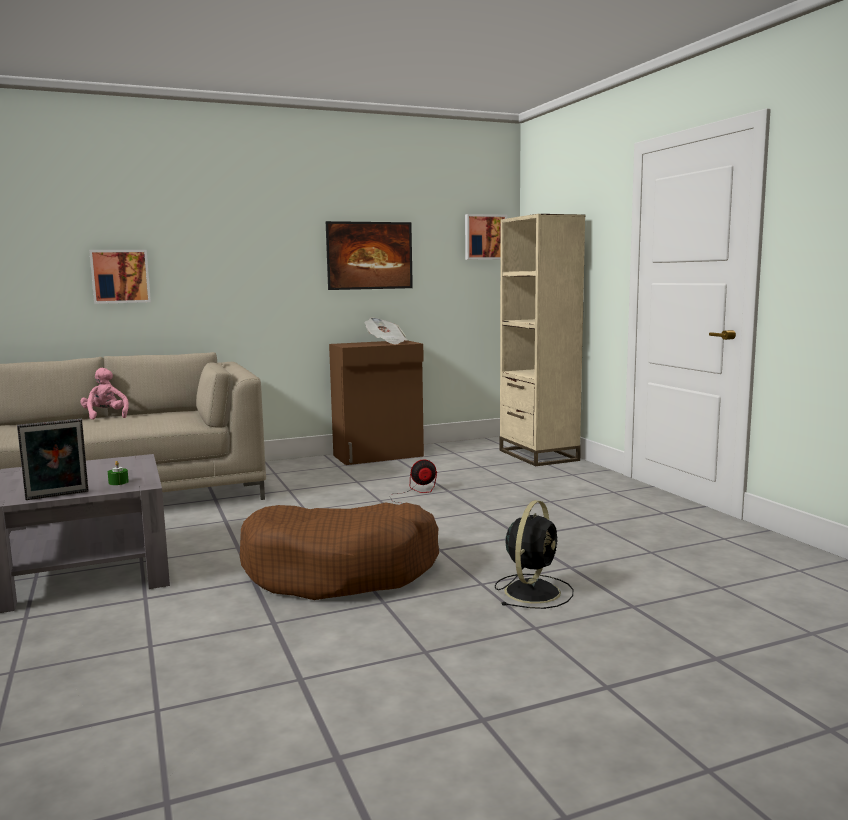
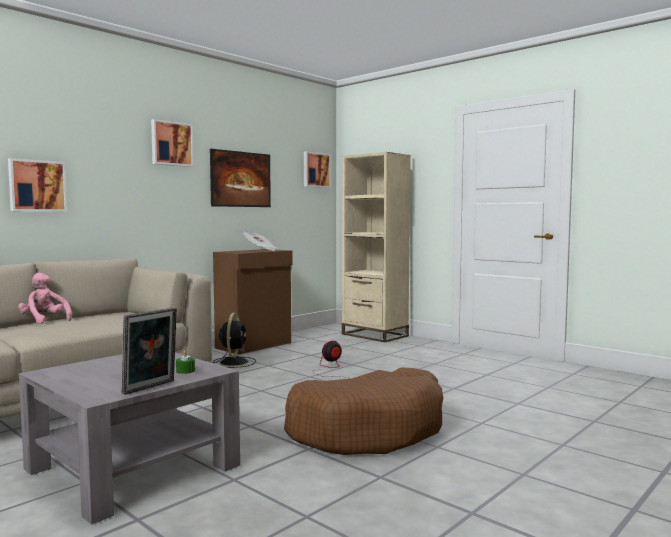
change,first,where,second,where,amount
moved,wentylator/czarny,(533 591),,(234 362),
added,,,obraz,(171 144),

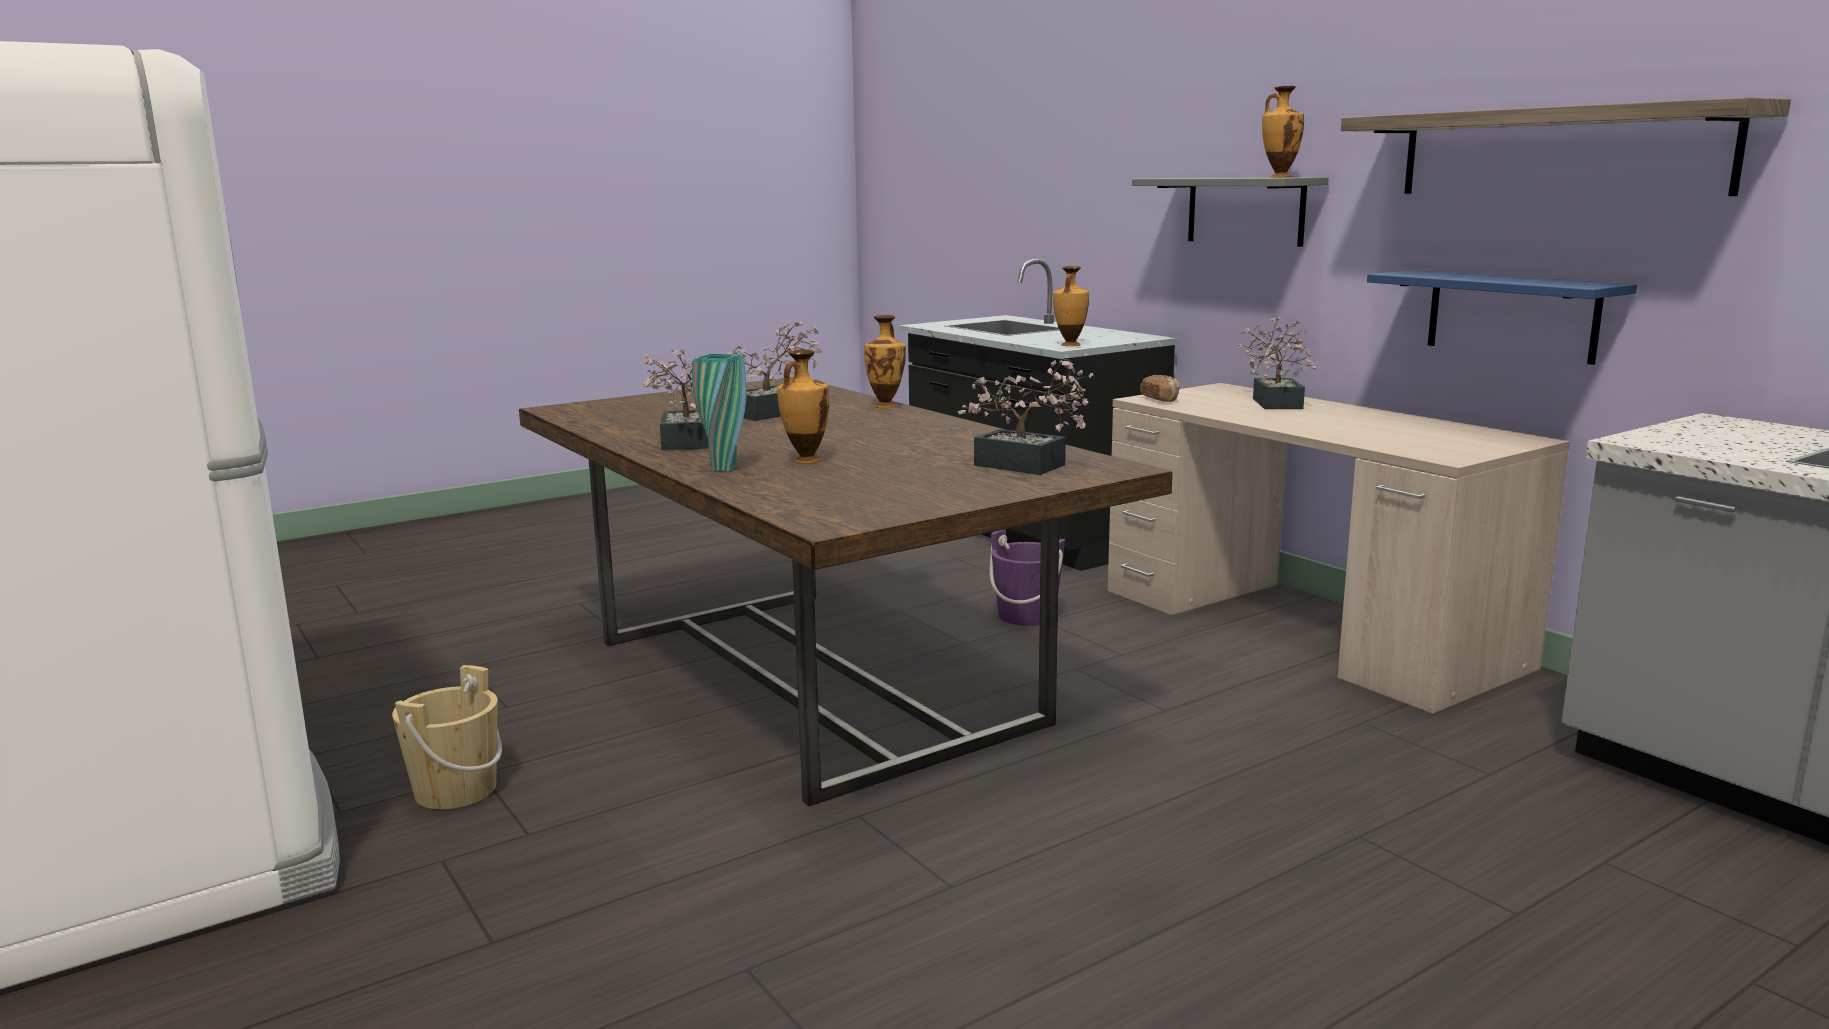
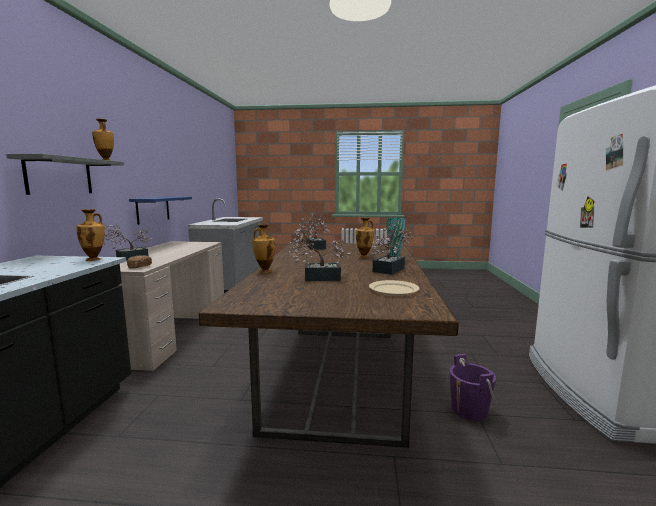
change,first,where,second,where,amount
removed,półka,(1558 152),,,
moved,wiadro/fioletowy,(1026 616),,(469 410),
removed,wiadro/beżowy,(455 790),,,
added,,,talerz/beżowy,(394 290),

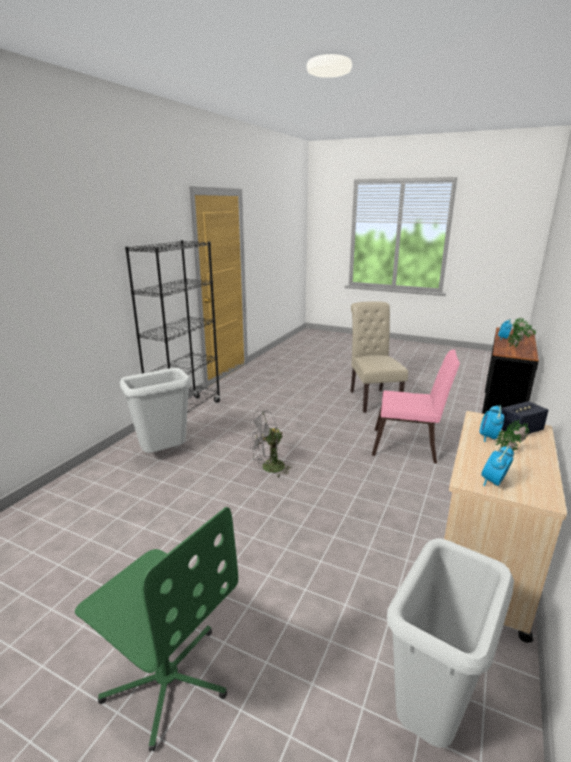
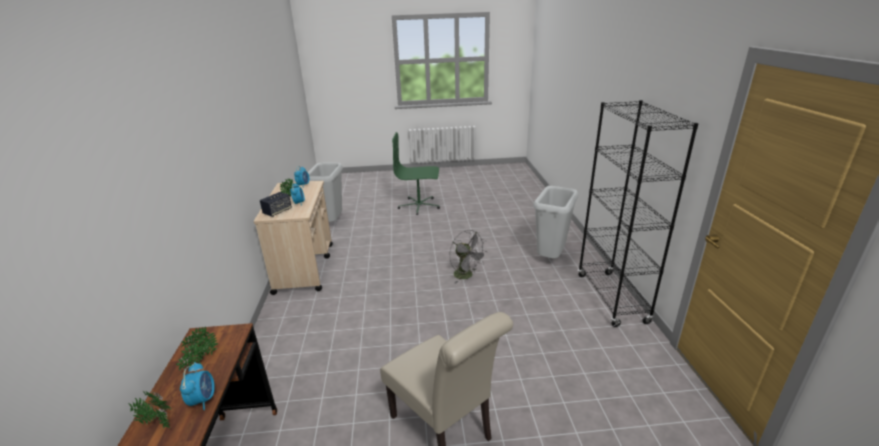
change,first,where,second,where,amount
removed,krzesło/różowy,(409 446),,,
turned,wentylator/szary,(268 468),,(466 276),105 degrees clockwise

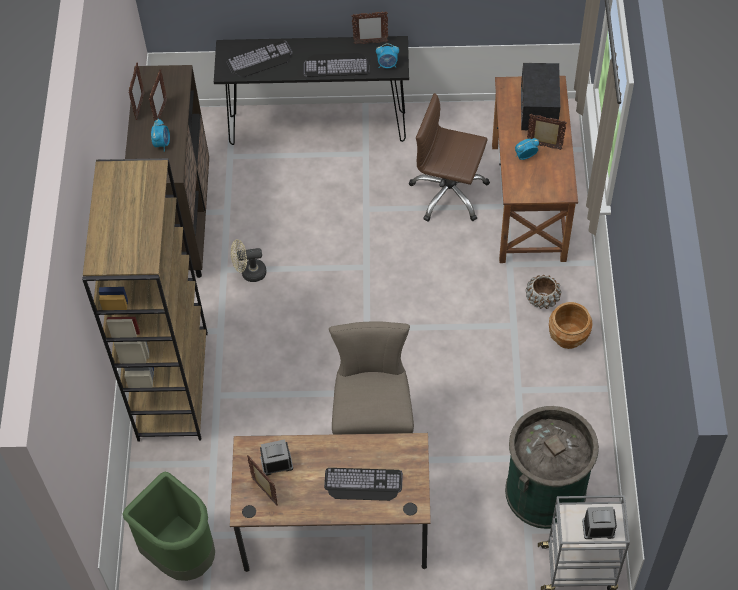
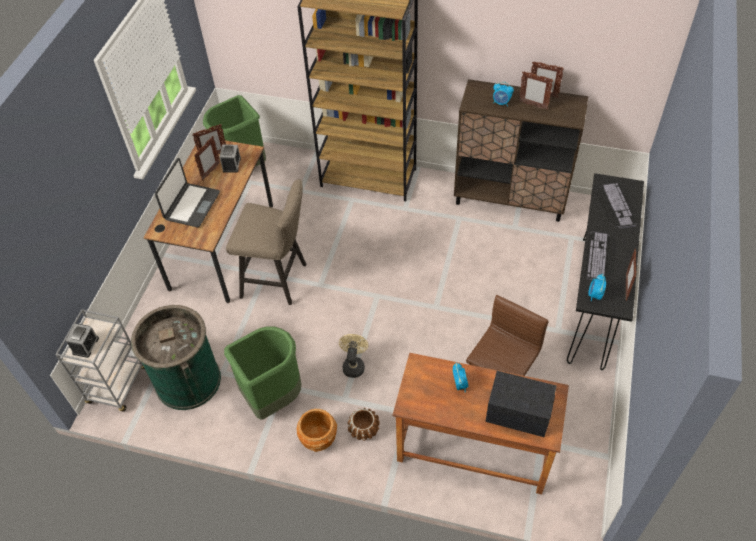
change,first,where,second,where,amount
moved,ramka na zdjęcie,(544 146),,(210 172),
moved,wentylator/beżowy,(249 273),,(354 364),
replaced,klawiatura,(362 485),laptop,(191 206),
added,,,kosz na śmieci/zielony,(272 398),

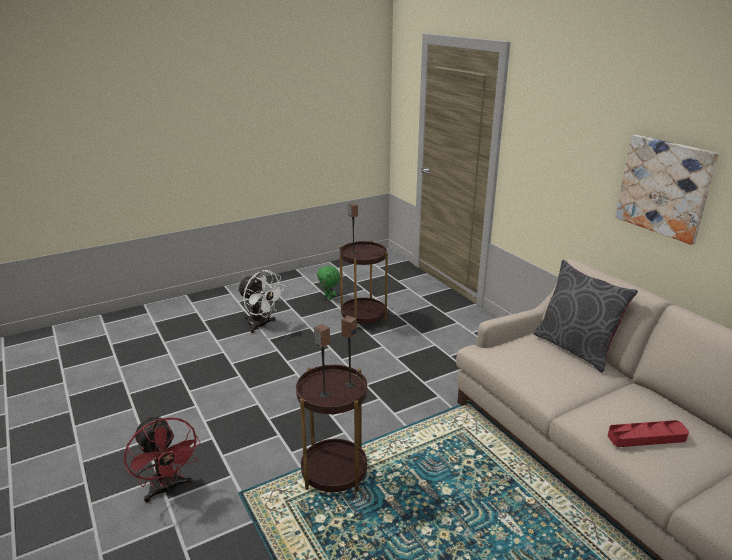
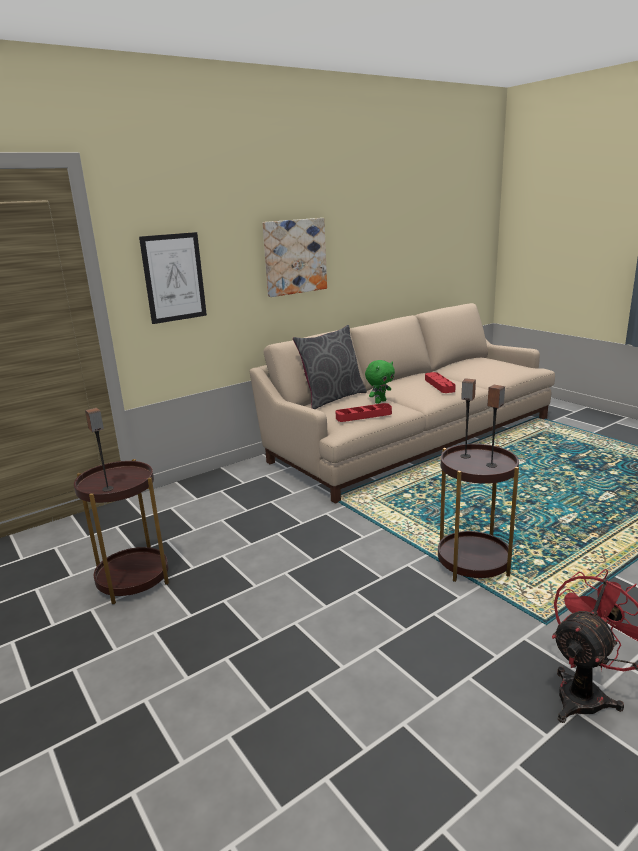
change,first,where,second,where,amount
moved,pluszak/zielony,(329 297),,(380 401),
removed,wentylator/biały,(261 325),,,
added,,,obraz,(174 277),
added,,,taca/czerwony,(363 415),

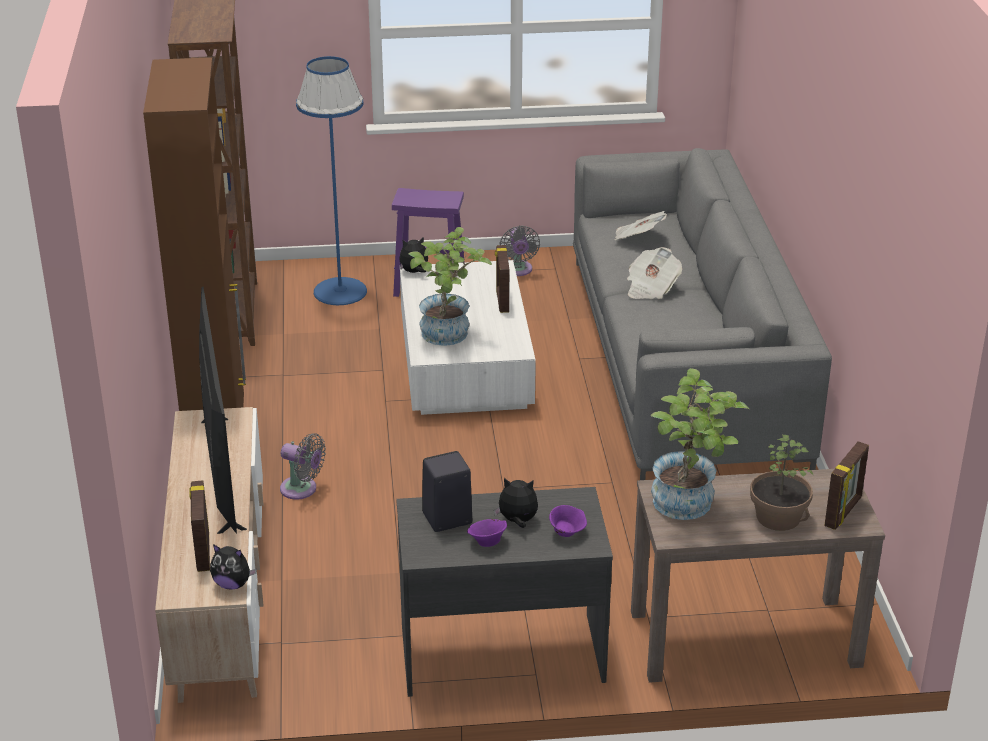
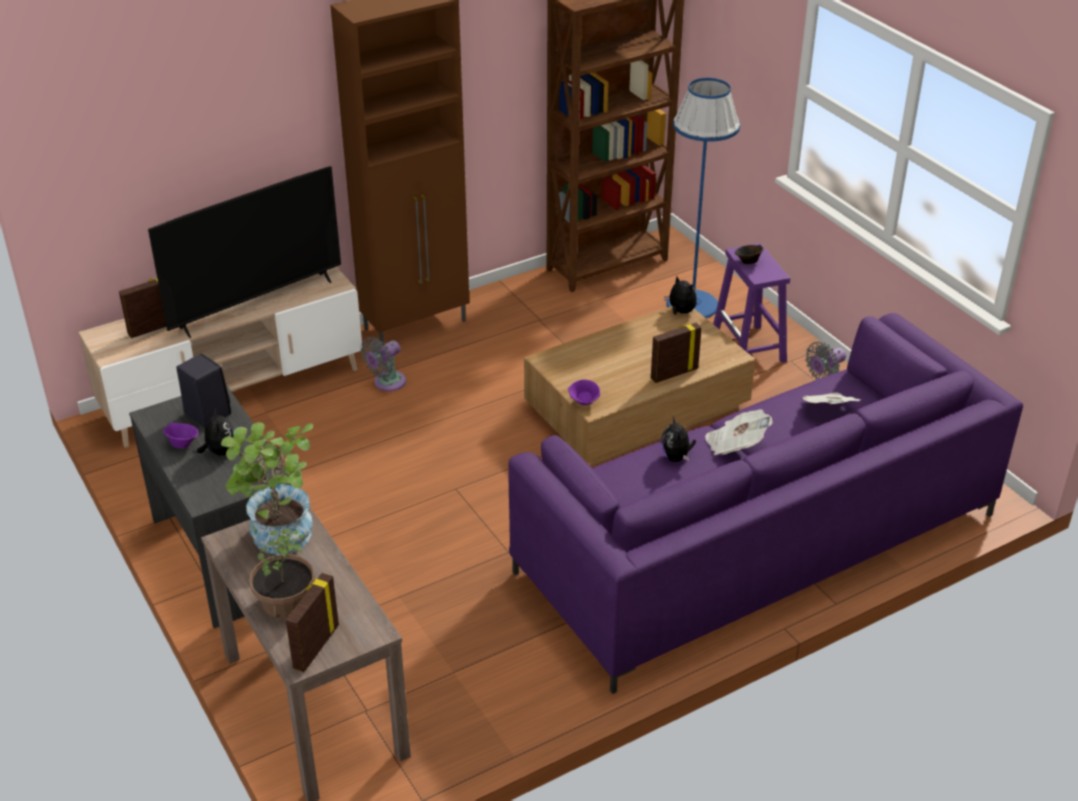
change,first,where,second,where,amount
recoloured,kanapa/szary,(683 360),kanapa/fioletowy,(756 543),
removed,roślina doniczkowa,(448 336),,,
recoloured,ława/biały,(465 363),ława/brązowy,(636 407),
turned,wentylator/szary,(302 489),,(387 383),45 degrees clockwise
turned,ramka na zdjęcie,(844 512),,(315 646),105 degrees clockwise
moved,miska/fioletowy,(567 532),,(584 402),
moved,pluszak,(232 584),,(676 457),
added,,,miska/brązowy,(747 262),

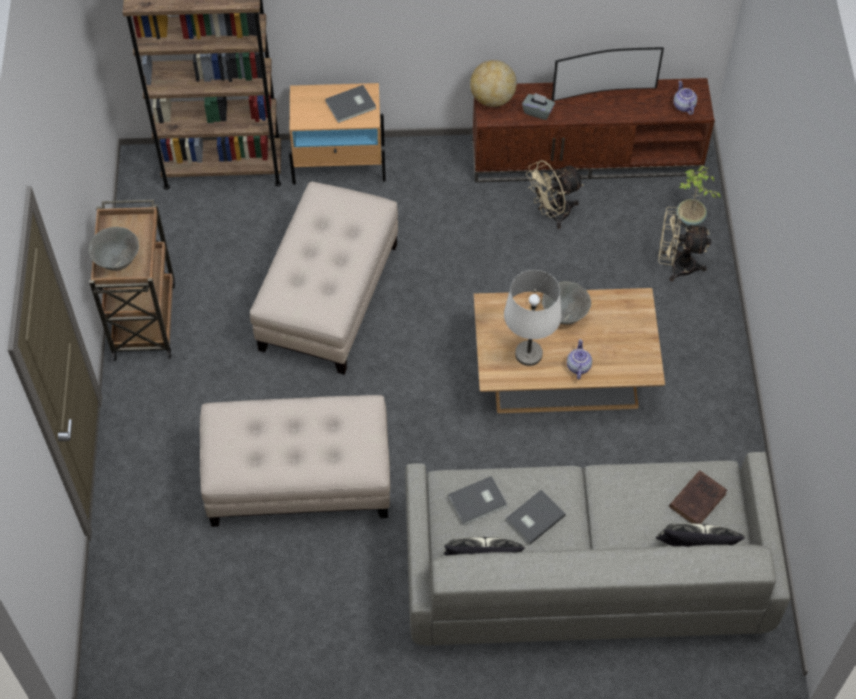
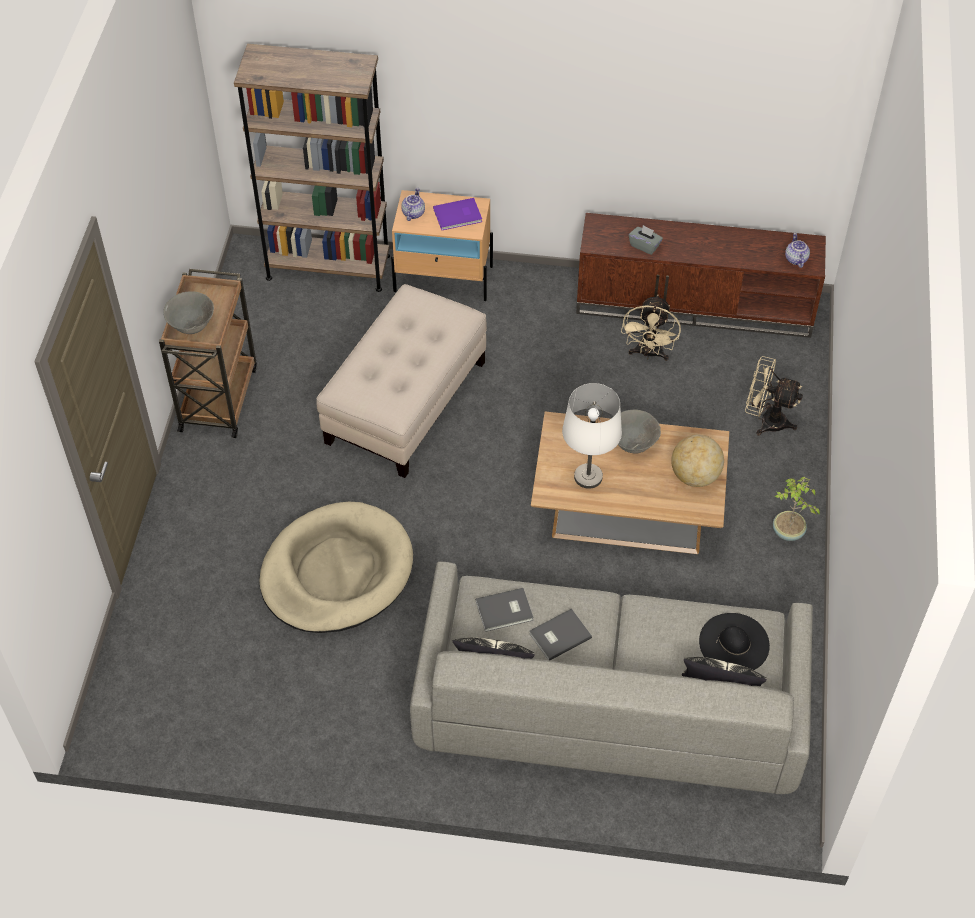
change,first,where,second,where,amount
removed,telewizor,(603 91),,,
moved,globus,(492 98),,(694 476),
recoloured,książka/szary,(352 105),książka/fioletowy,(458 216),
turned,wentylator/beżowy,(552 213),,(648 354),60 degrees counterclockwise
moved,roślina doniczkowa,(690 219),,(787 532),
moved,imbryk,(577 366),,(413 213),
replaced,pufa/beżowy,(298 480),legowisko/beżowy,(337 572),
replaced,książka/brązowy,(698 499),kapelusz/czarny,(734 643),

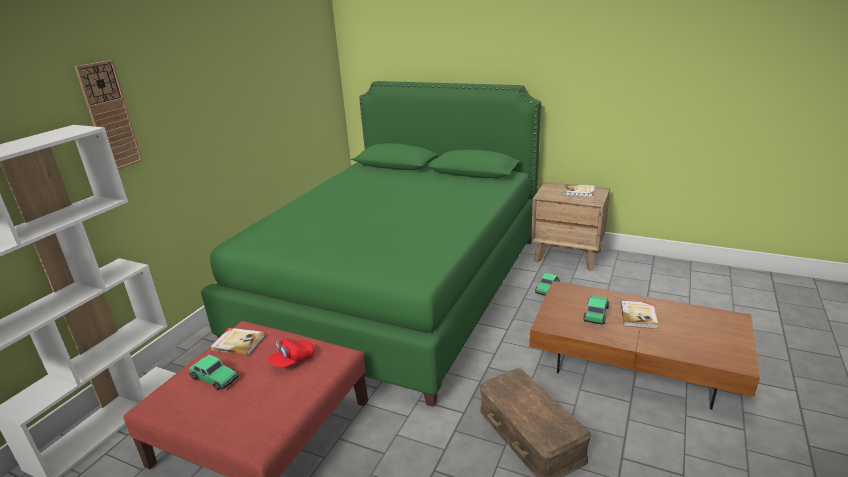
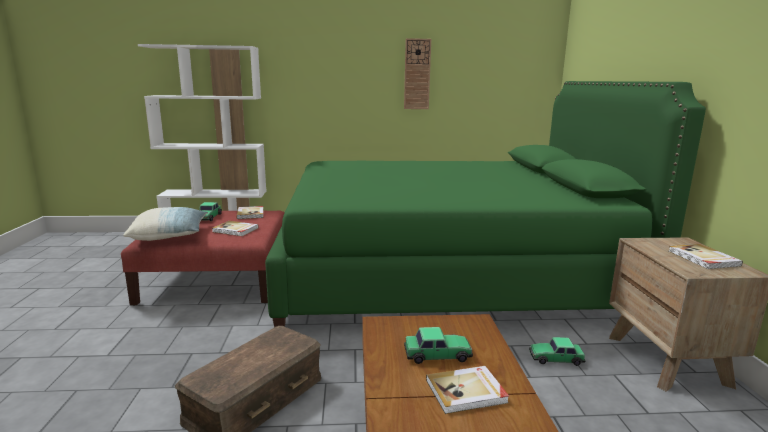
change,first,where,second,where,amount
moved,zegar ścienny,(109 117),,(417 74),
replaced,czapka z daszkiem/czerwony,(292 361),książka,(235 230),
added,,,poduszka,(170 235),

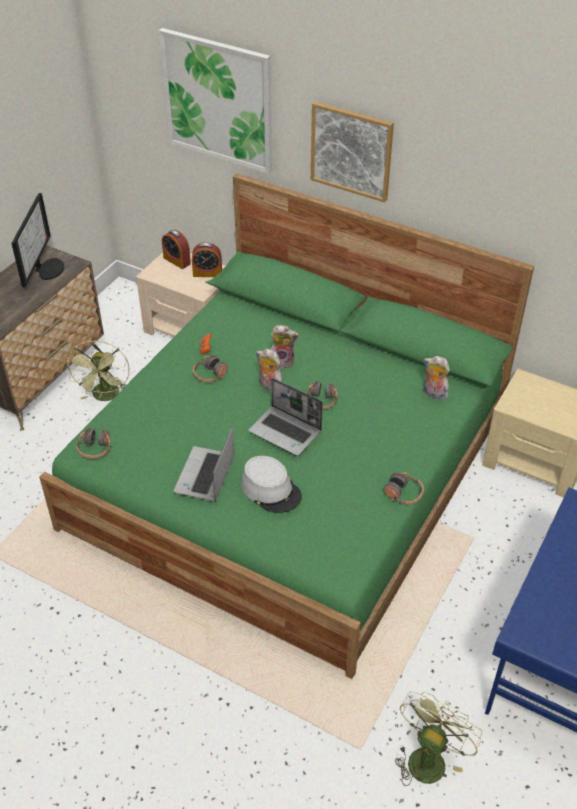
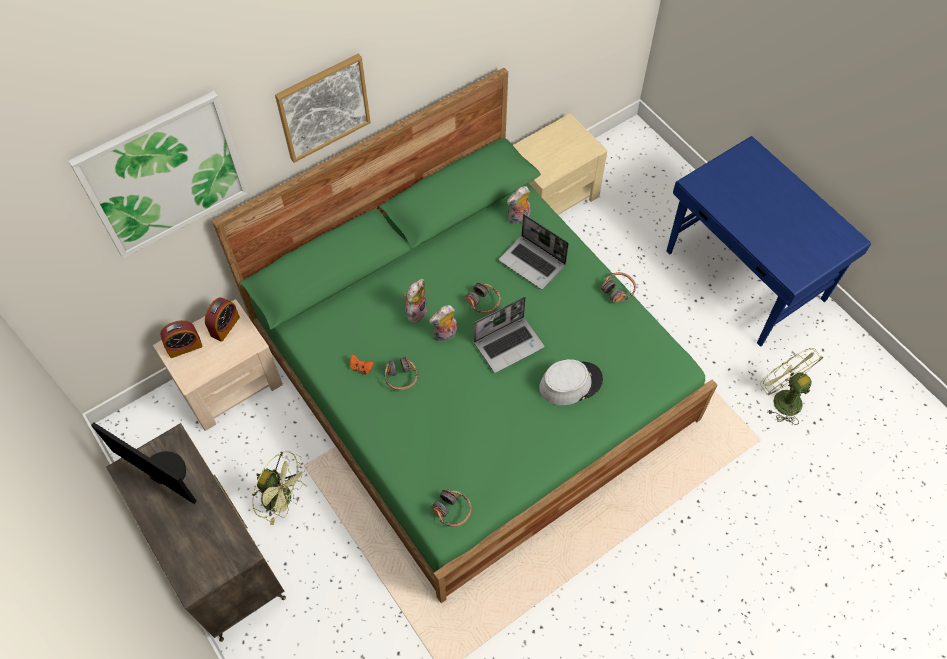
change,first,where,second,where,amount
moved,laptop,(205 476),,(533 263),

